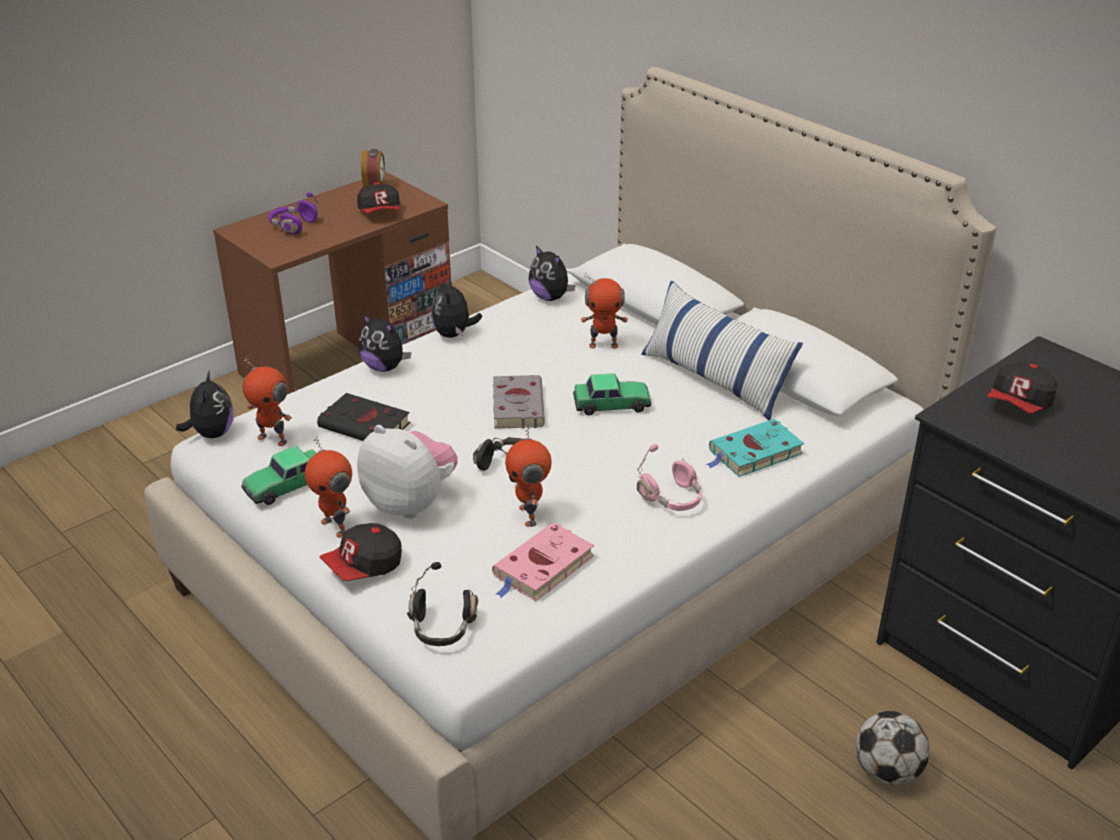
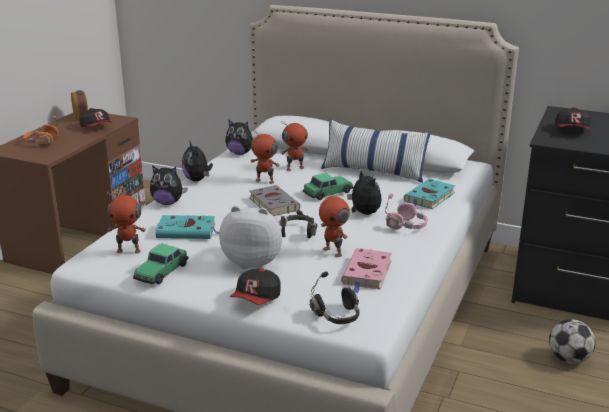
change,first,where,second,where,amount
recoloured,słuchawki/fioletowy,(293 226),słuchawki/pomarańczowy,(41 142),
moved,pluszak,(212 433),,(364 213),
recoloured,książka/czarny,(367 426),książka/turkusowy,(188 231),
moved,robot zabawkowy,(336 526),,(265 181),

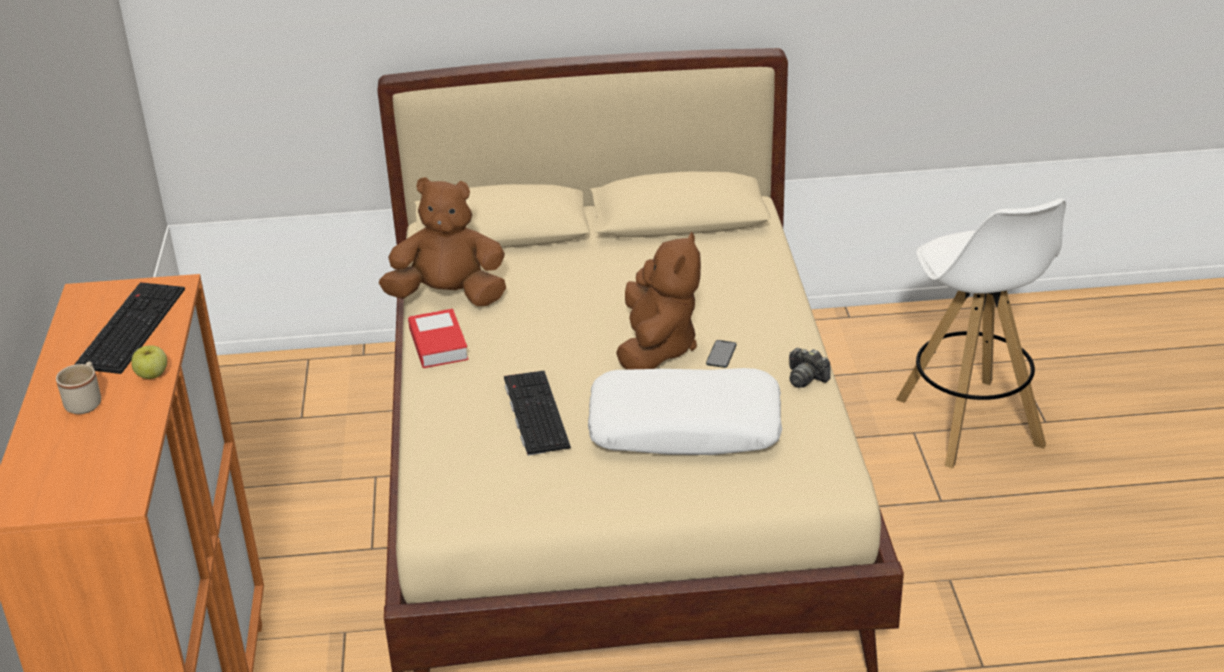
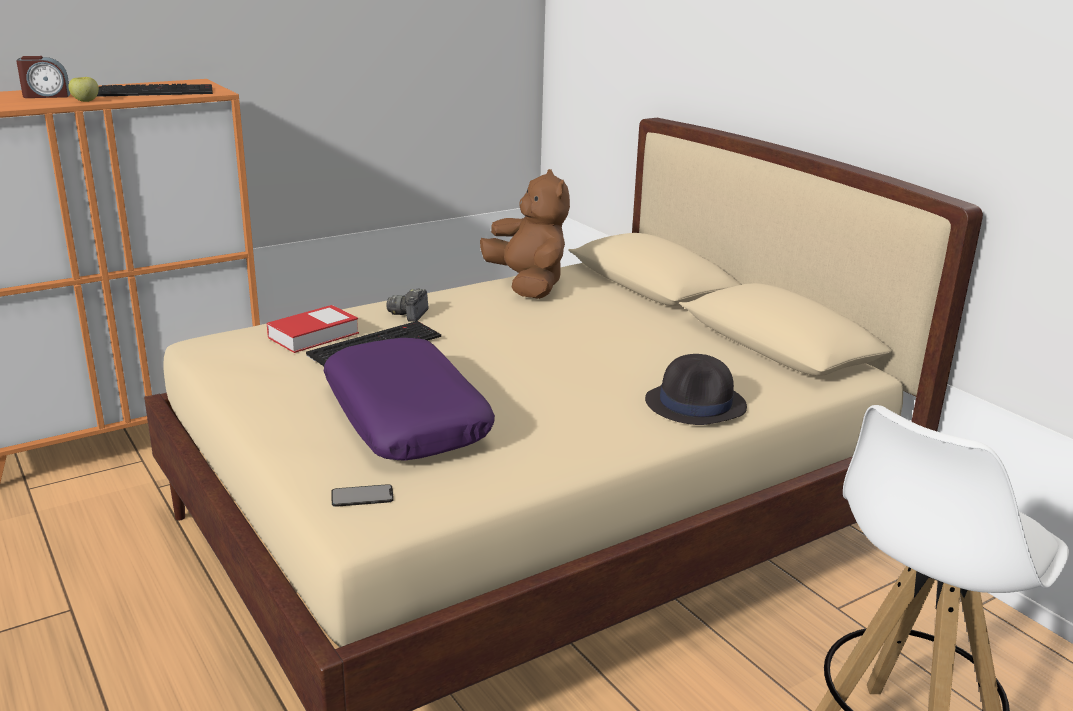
change,first,where,second,where,amount
removed,pluszak/brązowy,(657 348),,,
moved,książka,(438 344),,(313 335),
moved,telefon,(721 354),,(362 496),
moved,aparat fotograficzny,(806 378),,(410 314),
replaced,kubek/beżowy,(86 401),budzik,(46 96),
recoloured,poduszka/biały,(685 427),poduszka/fioletowy,(407 417),
added,,,kapelusz/czarny,(696 404),

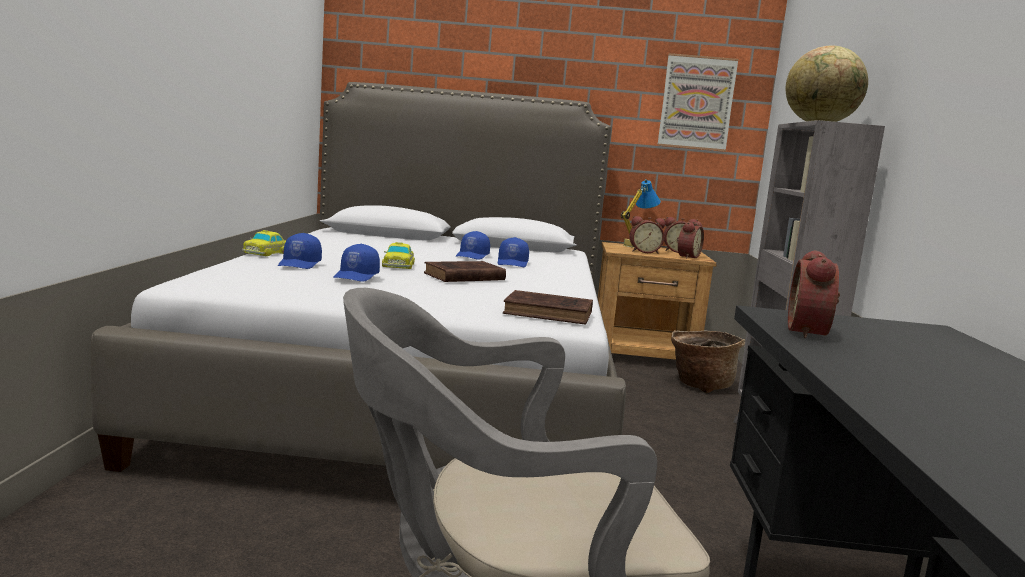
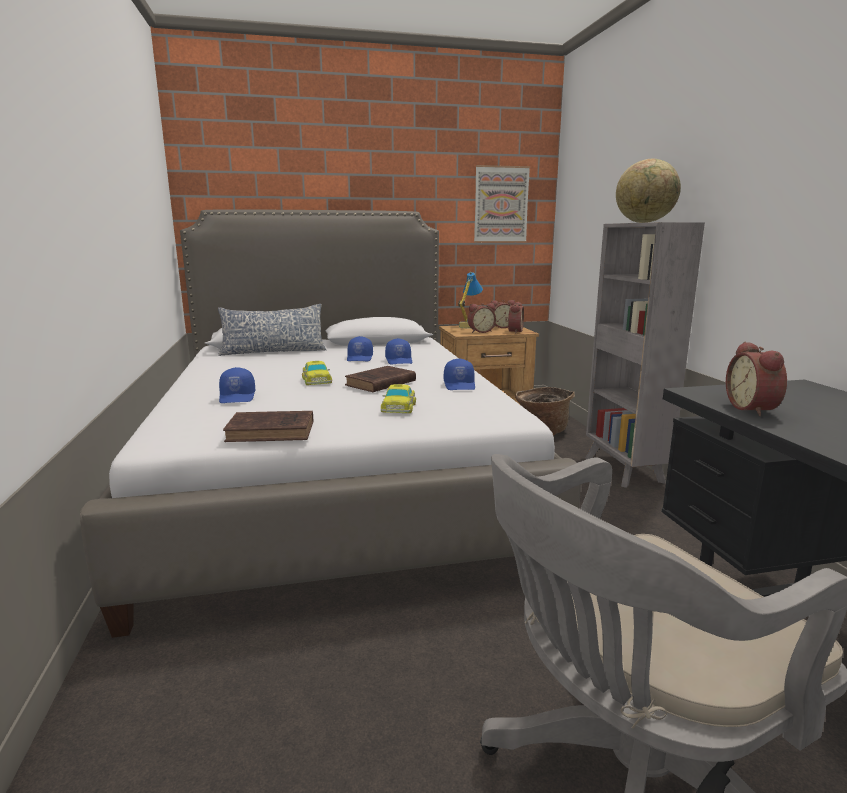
change,first,where,second,where,amount
moved,samochodzik,(267 252),,(399 407),
moved,czapka z daszkiem/niebieski,(357 276),,(460 385),
moved,książka/brązowy,(550 313),,(273 432),
added,,,poduszka,(273 351),

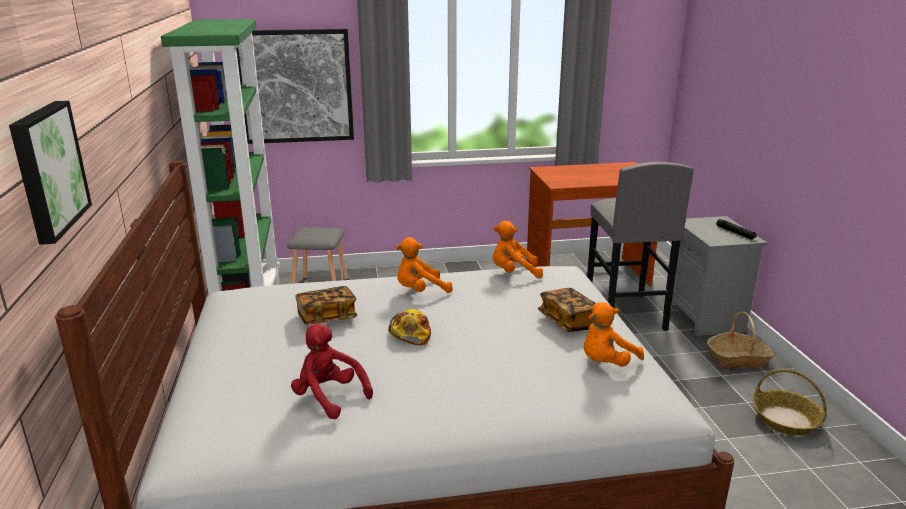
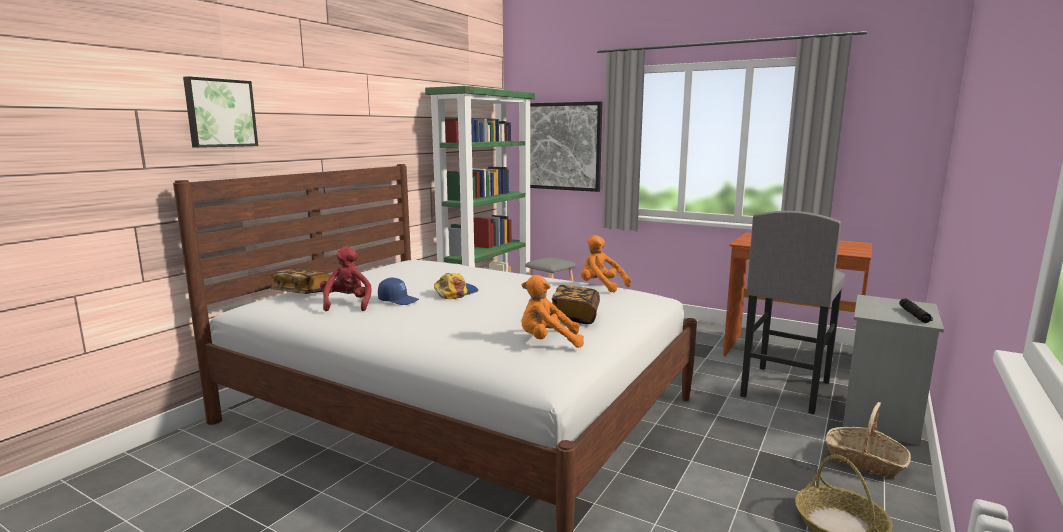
change,first,where,second,where,amount
removed,pluszak/pomarańczowy,(420 291),,,
moved,książka,(327 317),,(301 292),
added,,,czapka z daszkiem/niebieski,(398 300),

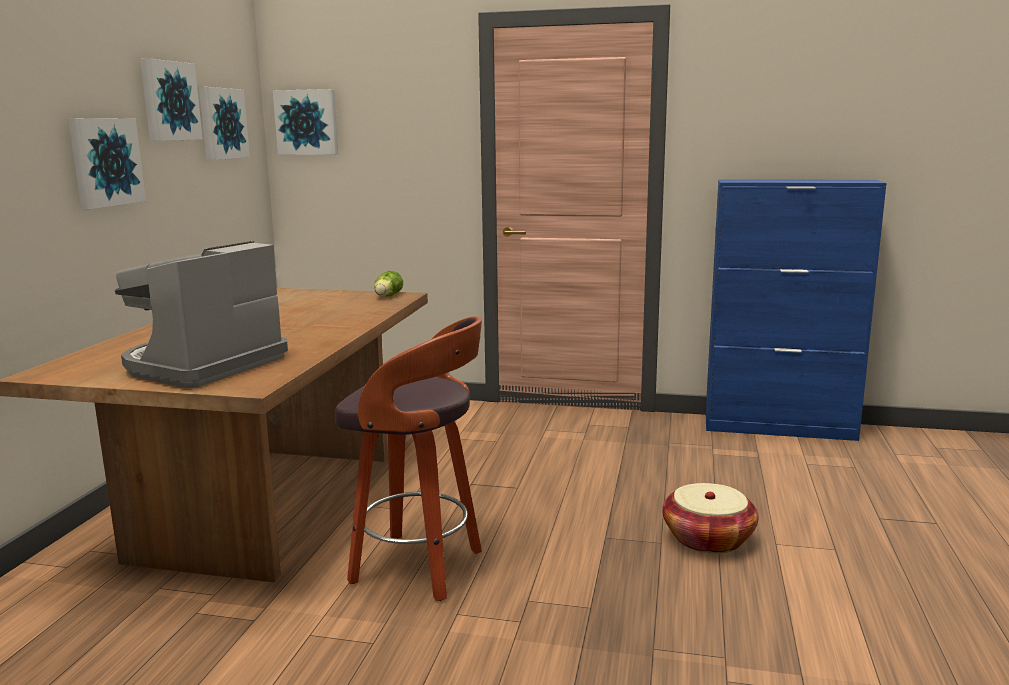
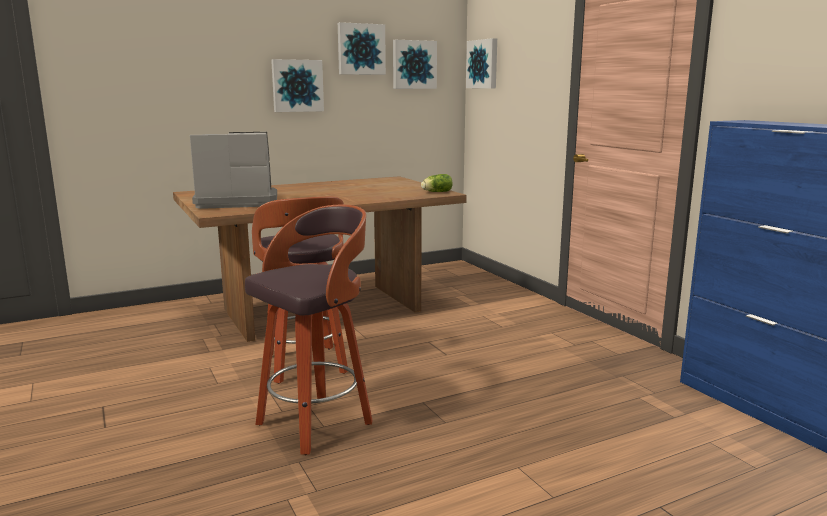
change,first,where,second,where,amount
removed,koszyk,(708 539),,,
added,,,stołek,(317 423),

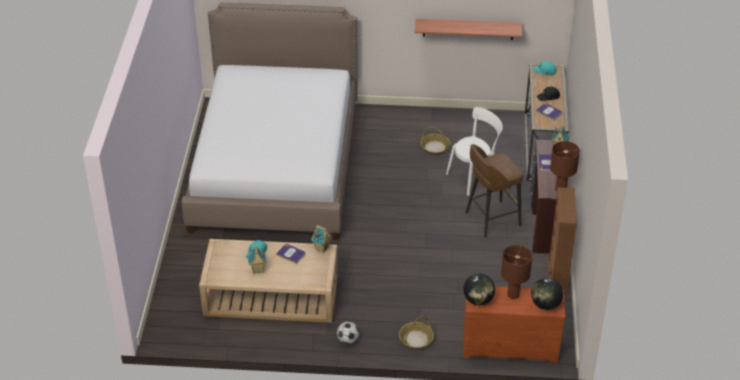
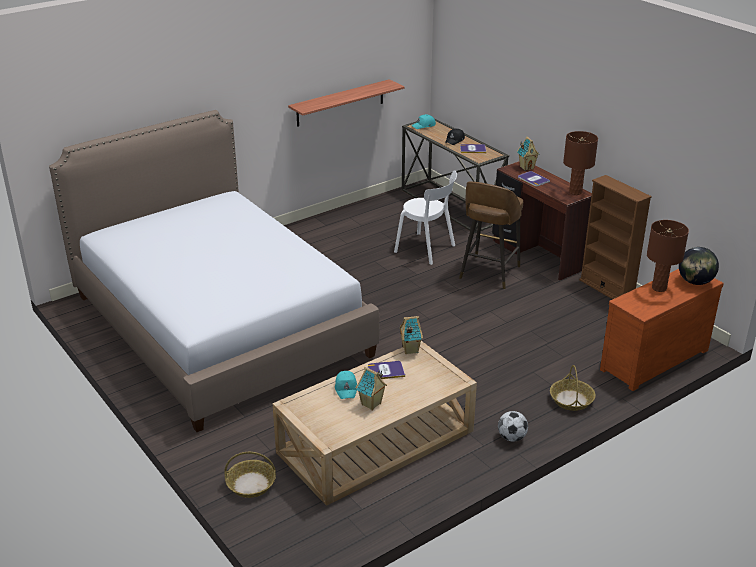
change,first,where,second,where,amount
turned,krzesło/biały,(474 177),,(427 249),105 degrees clockwise
moved,koszyk,(435 147),,(250 484),
removed,globus,(478 300),,,

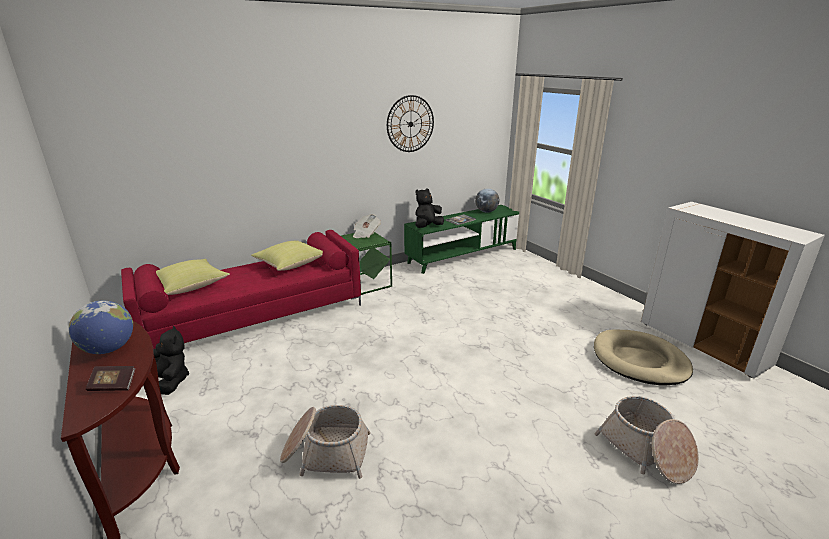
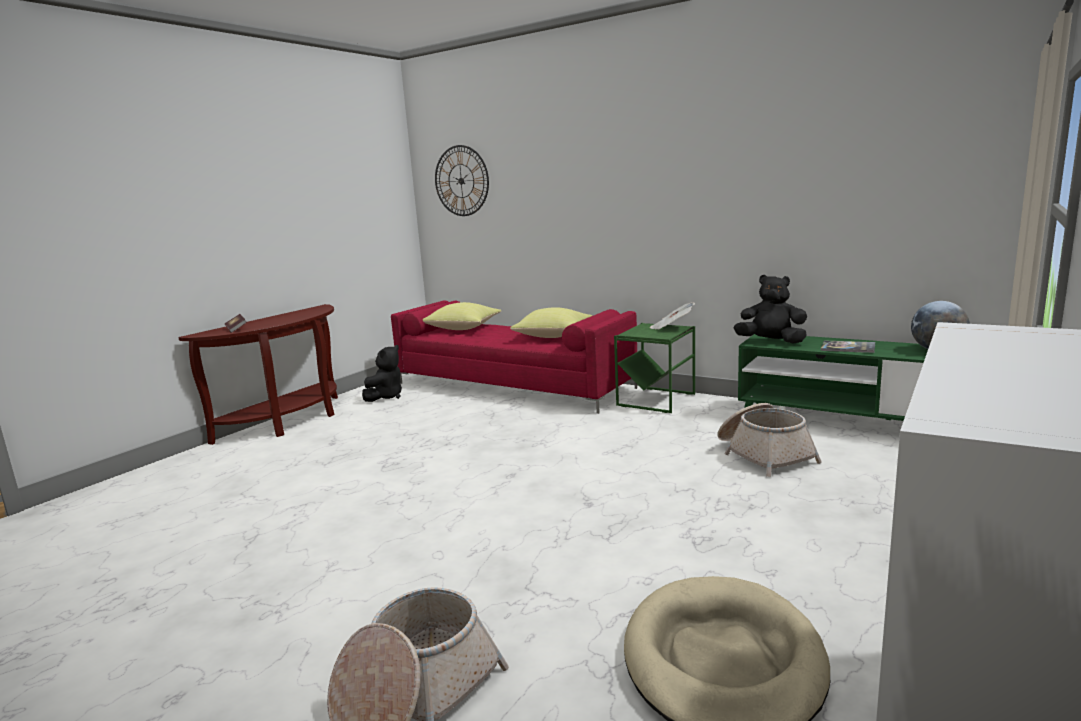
change,first,where,second,where,amount
moved,zegar ścienny,(410 124),,(461 181),
removed,globus,(109 349),,,
moved,koszyk,(326 452),,(763 454),

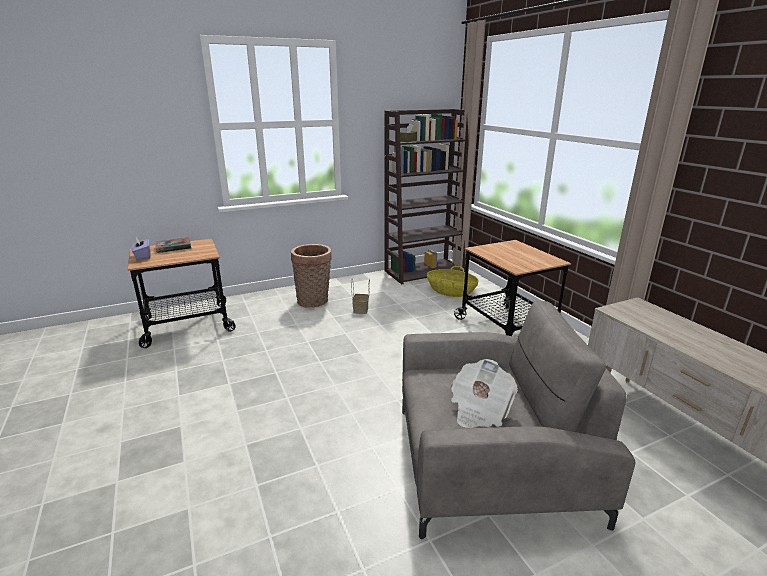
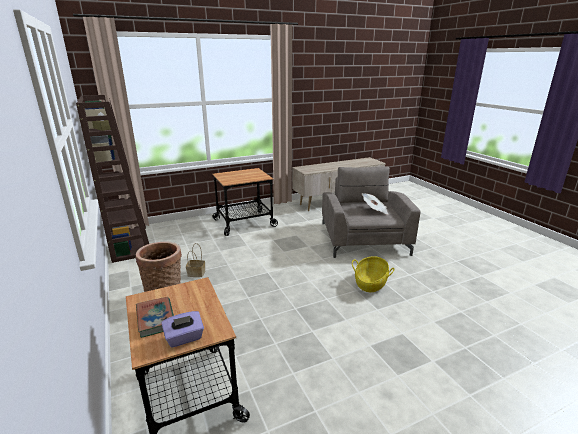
change,first,where,second,where,amount
moved,koszyk,(451 292),,(370 283),

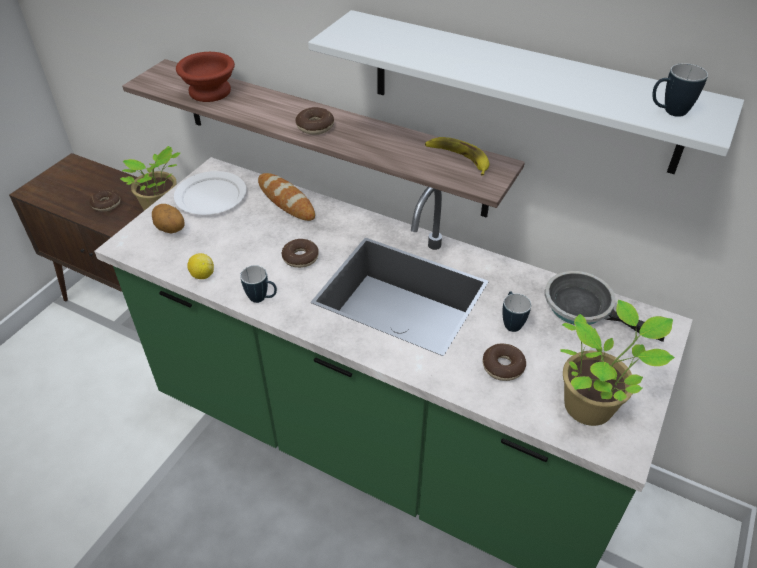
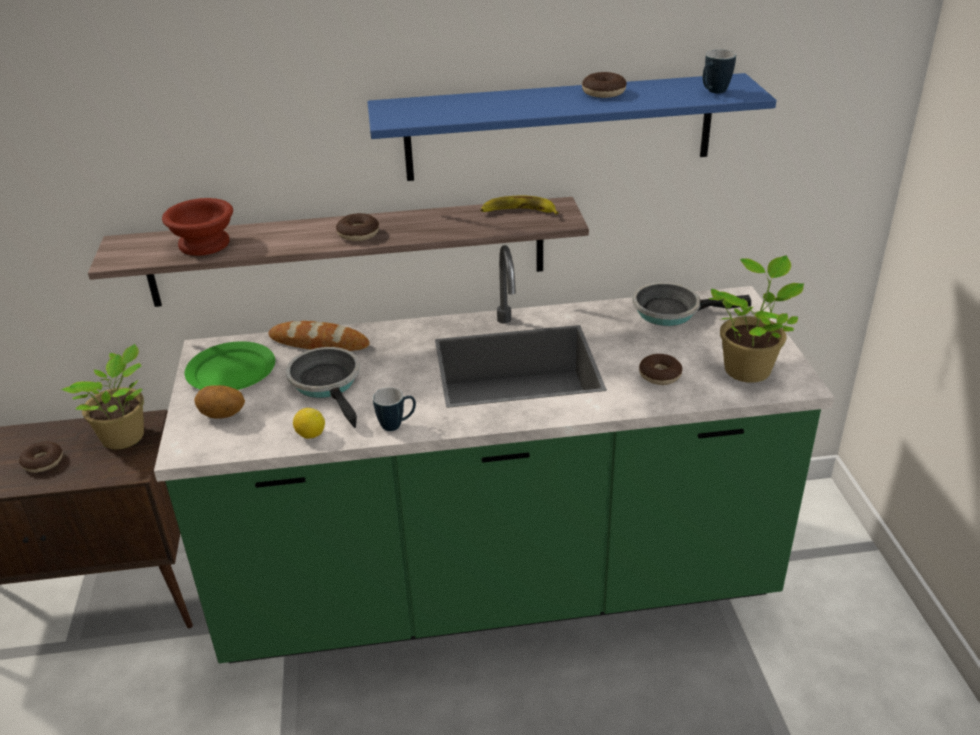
change,first,where,second,where,amount
recoloured,półka/biały,(521 91),półka/niebieski,(559 127),
recoloured,talerz/biały,(211 196),talerz/zielony,(231 371),
moved,donut,(300 258),,(603 93),
removed,kubek,(511 322),,,
added,,,patelnia,(328 384),

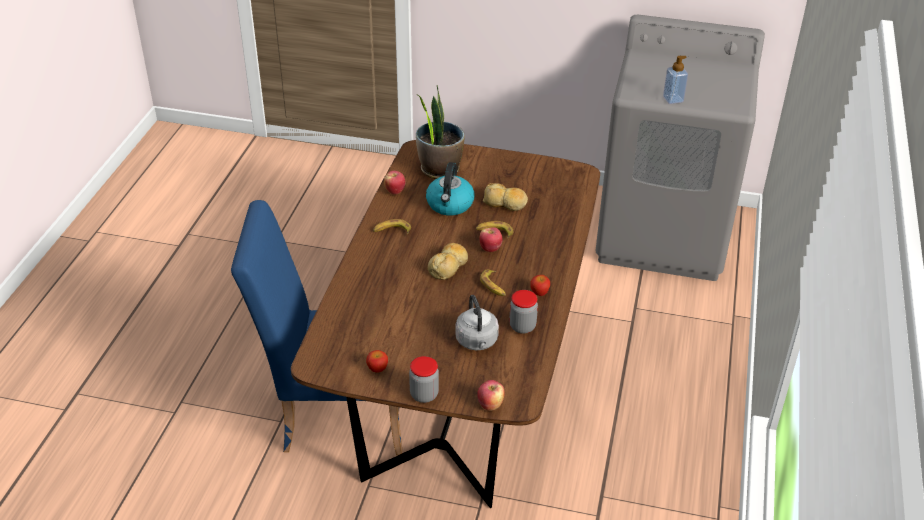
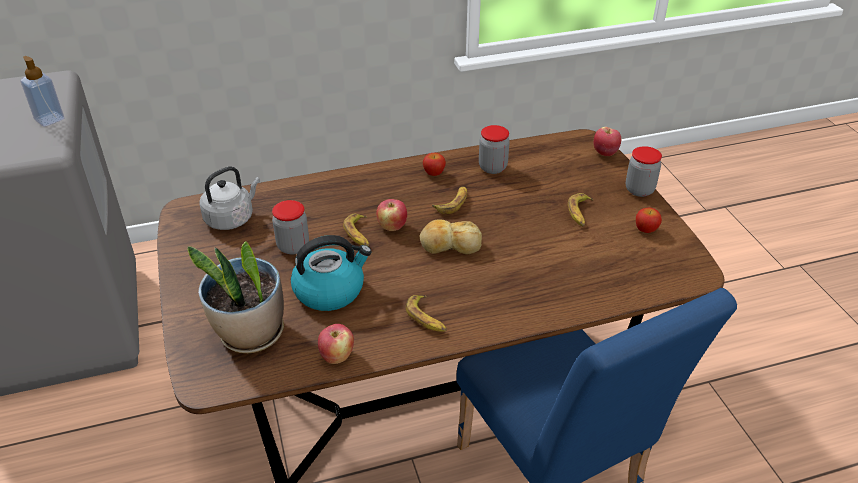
change,first,where,second,where,amount
replaced,chleb,(505 203),słoik,(293 246),
moved,czajnik/szary,(477 342),,(231 218),
added,,,banan,(580 213),

